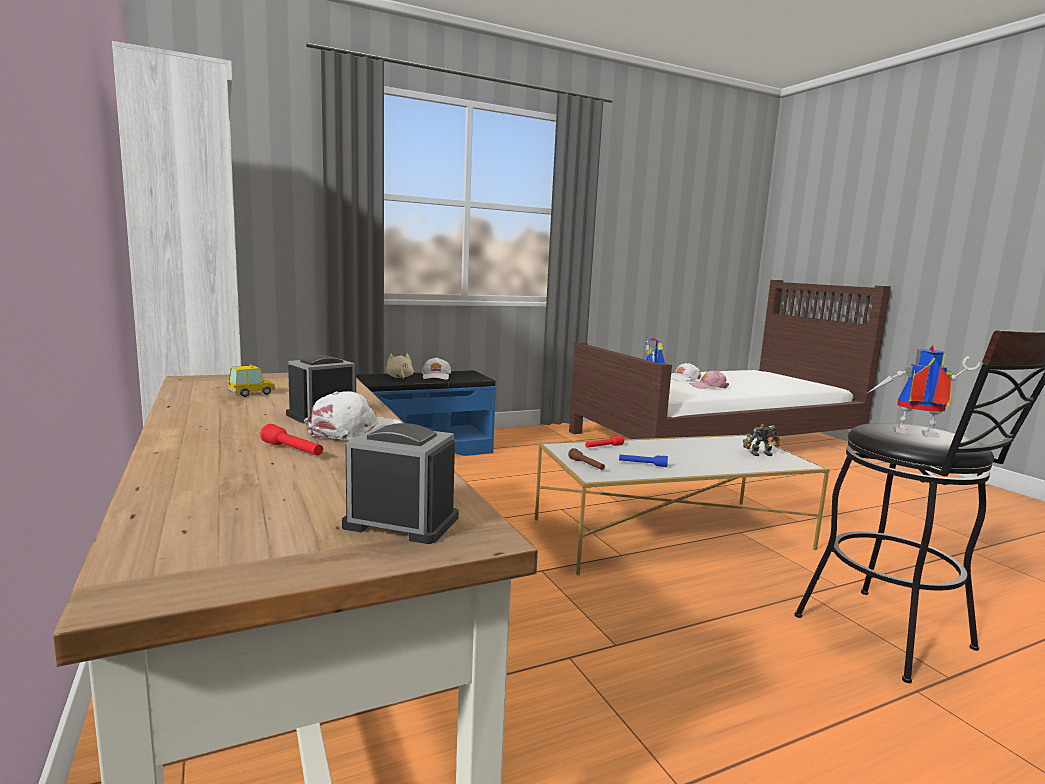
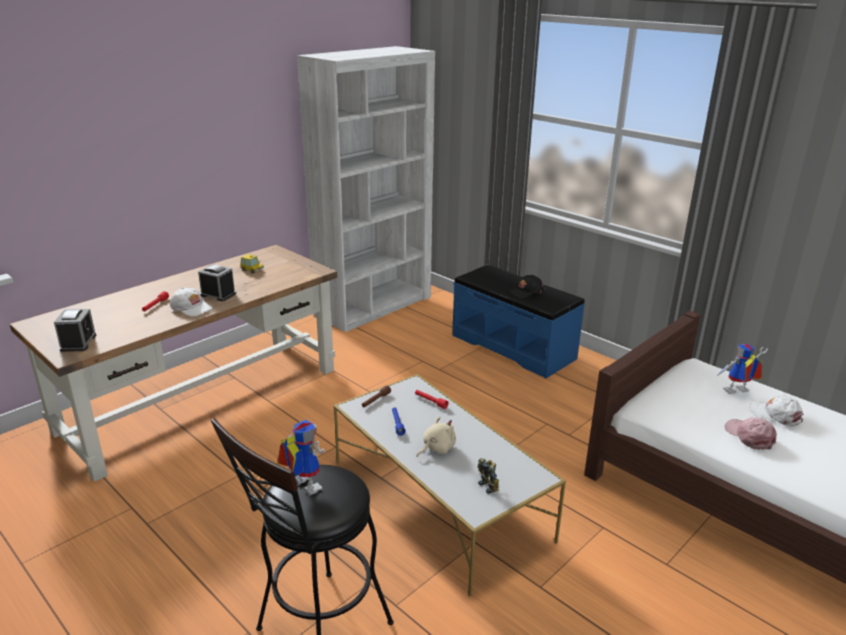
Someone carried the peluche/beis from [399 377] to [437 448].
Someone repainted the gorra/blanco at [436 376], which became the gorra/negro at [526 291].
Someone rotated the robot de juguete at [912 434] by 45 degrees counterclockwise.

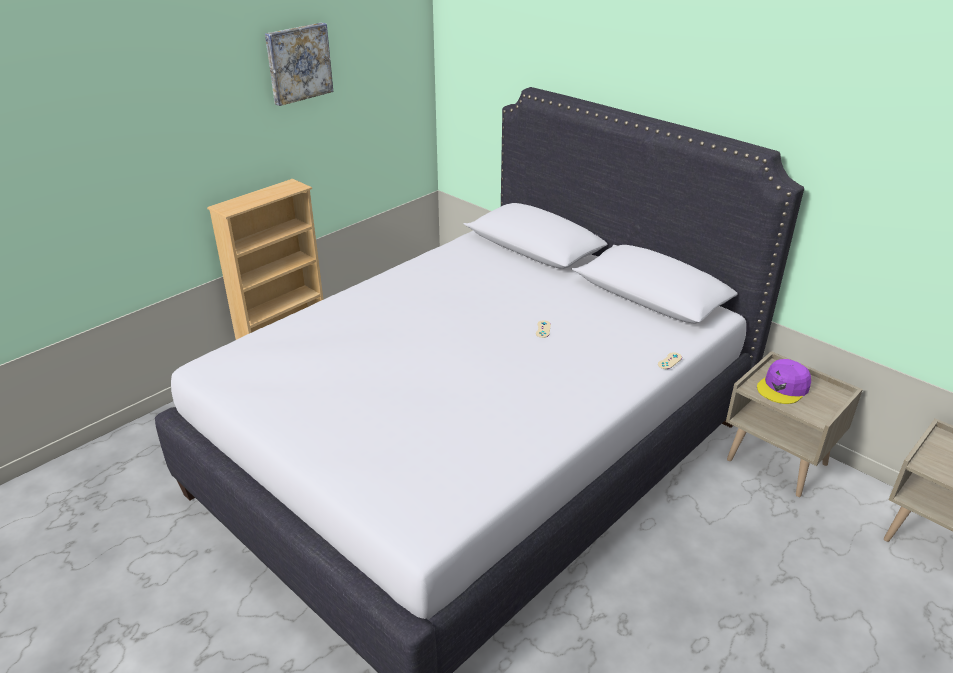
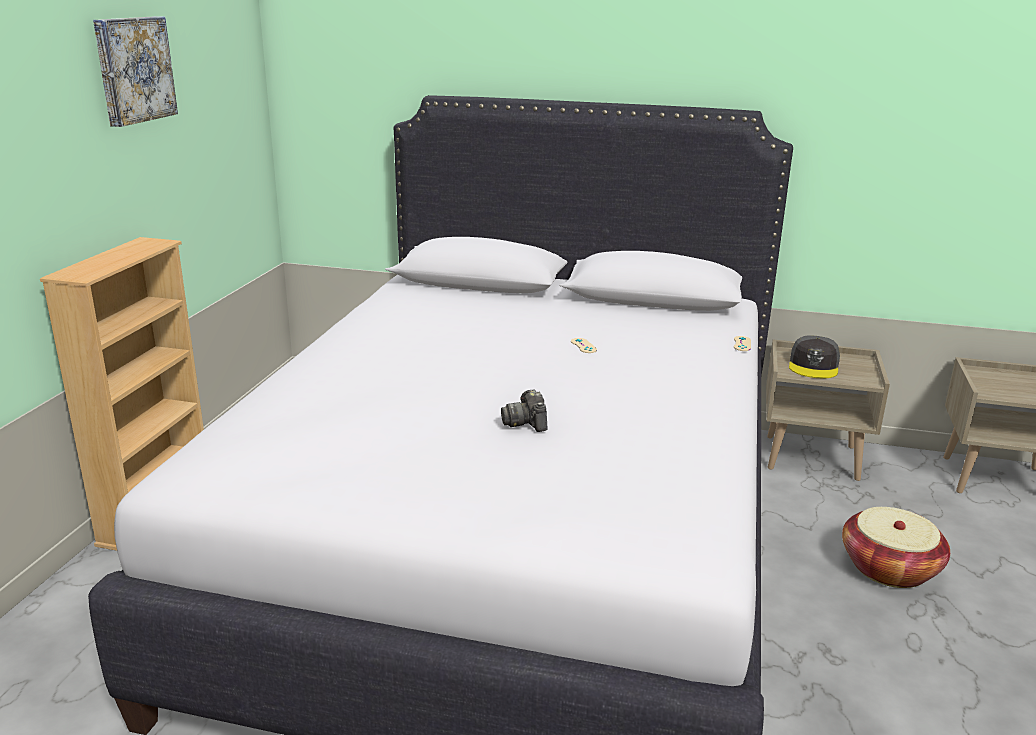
Someone put down the cámara at [526 423].
Someone put down the cesta at [889 568].
Someone repainted the gorra/morado at [783 388], which became the gorra/gris at [814 366].

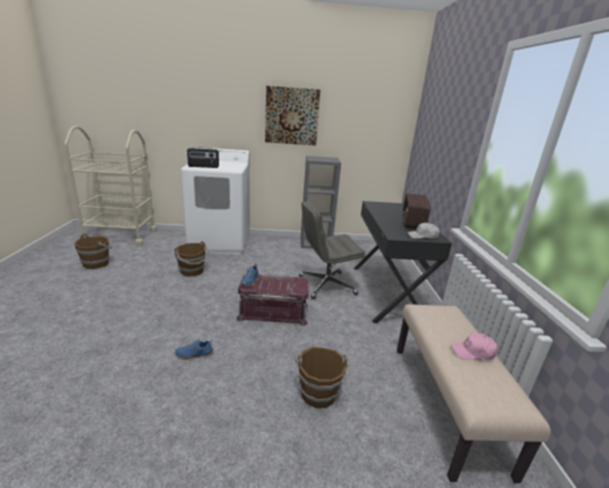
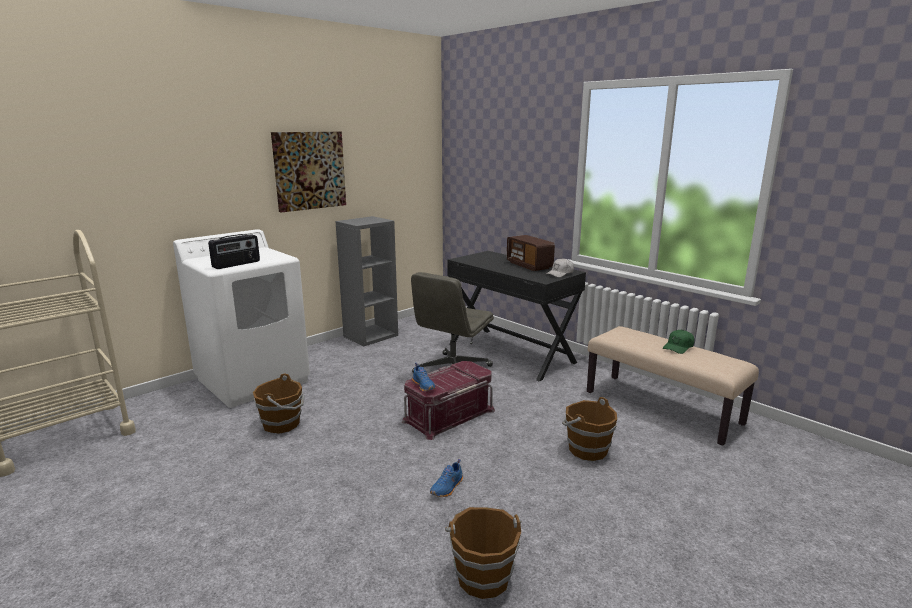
Someone carried the cubo/marrón from [97 263] to [482 575].
Someone repainted the gorra/rosa at [473 352], which became the gorra/verde at [678 347].

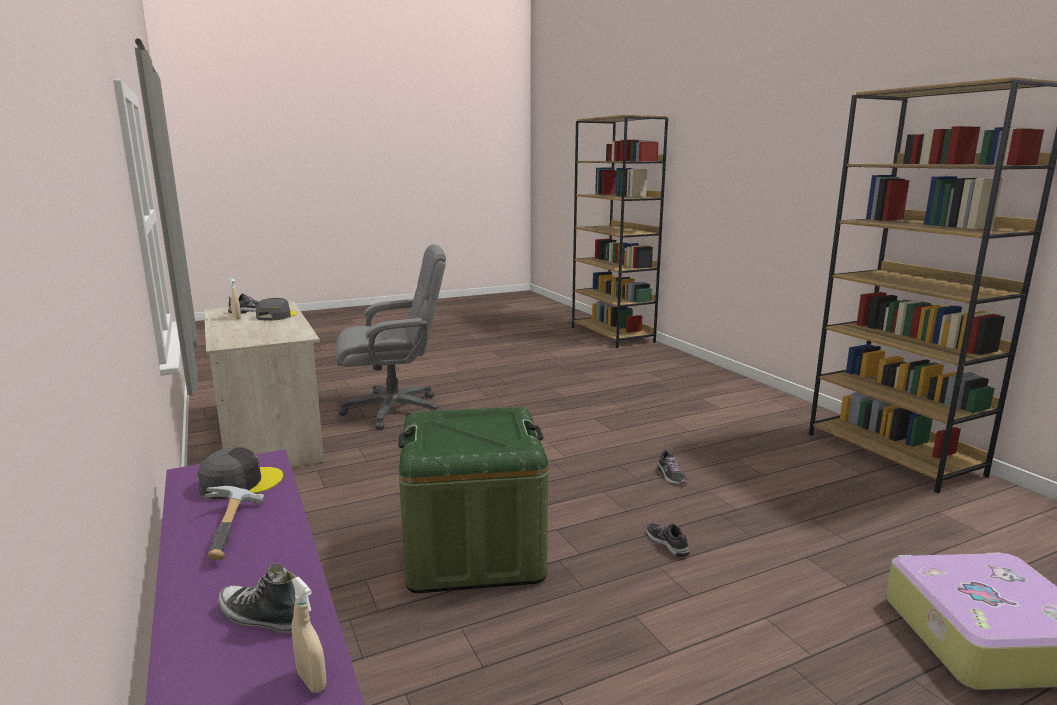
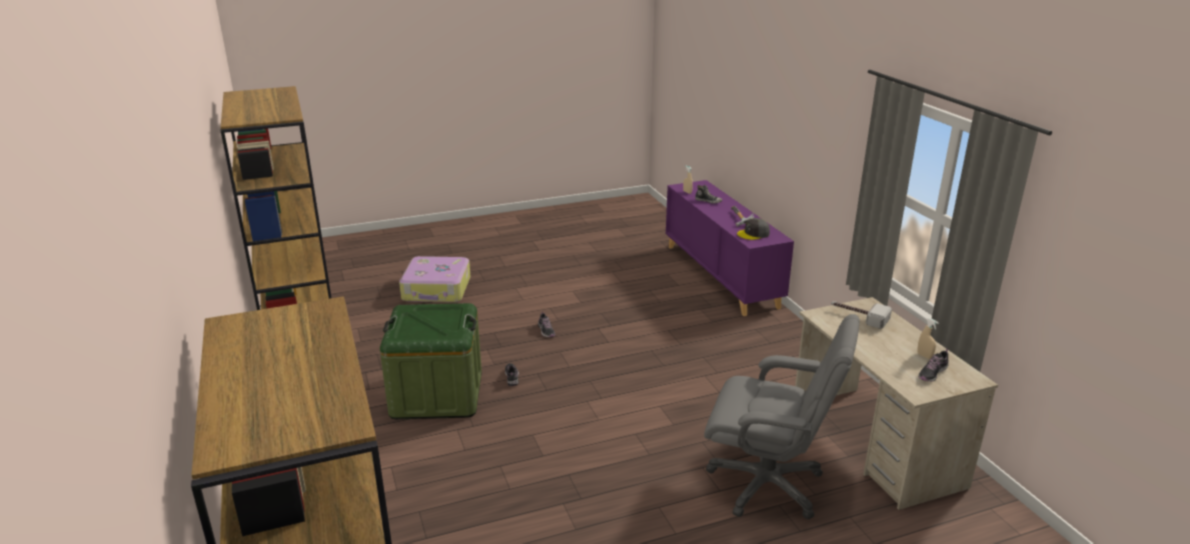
Someone took away the gorra/gris at [276 316].
Someone put down the martillo at [858 316].
Someone carried the caja de almacenaje/verde from [474 551] to [437 394].
Someone rotated the silla de oficina/gris at [394 410] by 150 degrees counterclockwise.

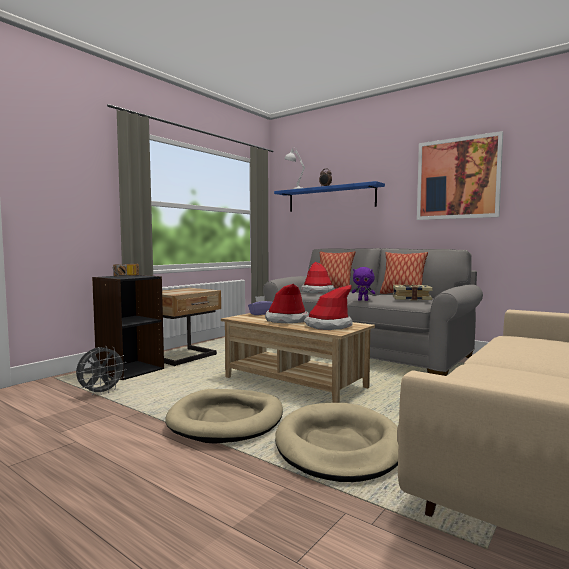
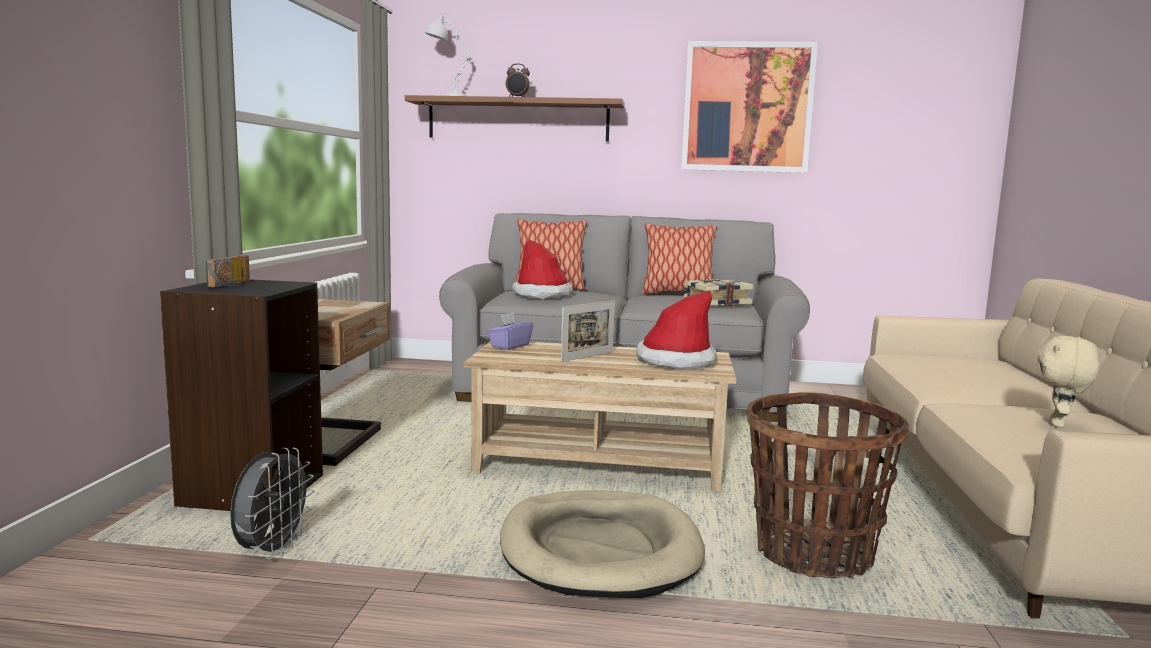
Someone took away the peluche/morado at [363 300].
Someone put down the peluche/beis at [1059 424].
Someone swapped the sombrero at [286 320] for the portarretratos at [587 356].
Someone swapped the cama para perro/beis at [338 446] for the cesta at [813 554].
Someone repainted the estante/azul at [330 198], which became the estante/marrón at [518 120].

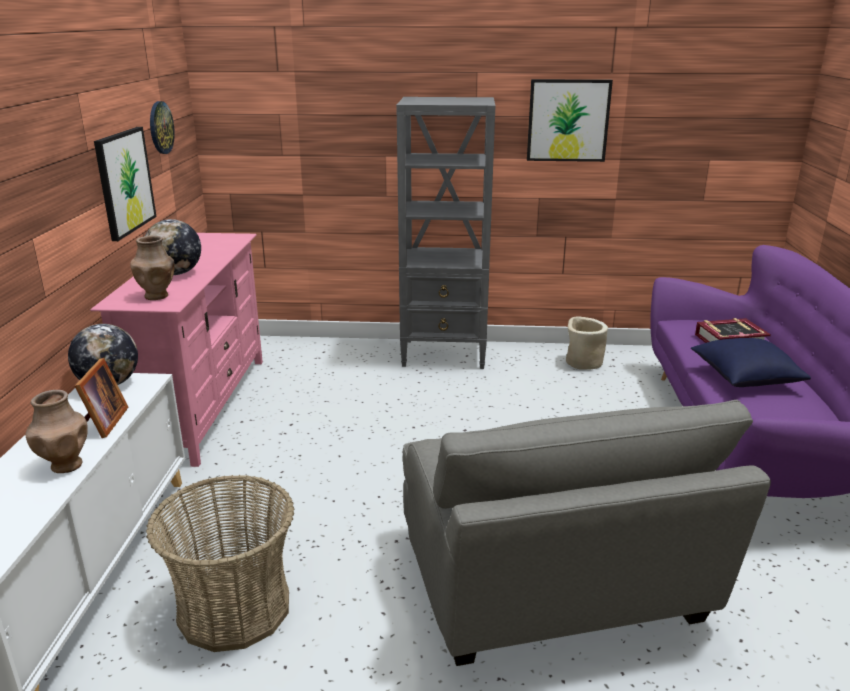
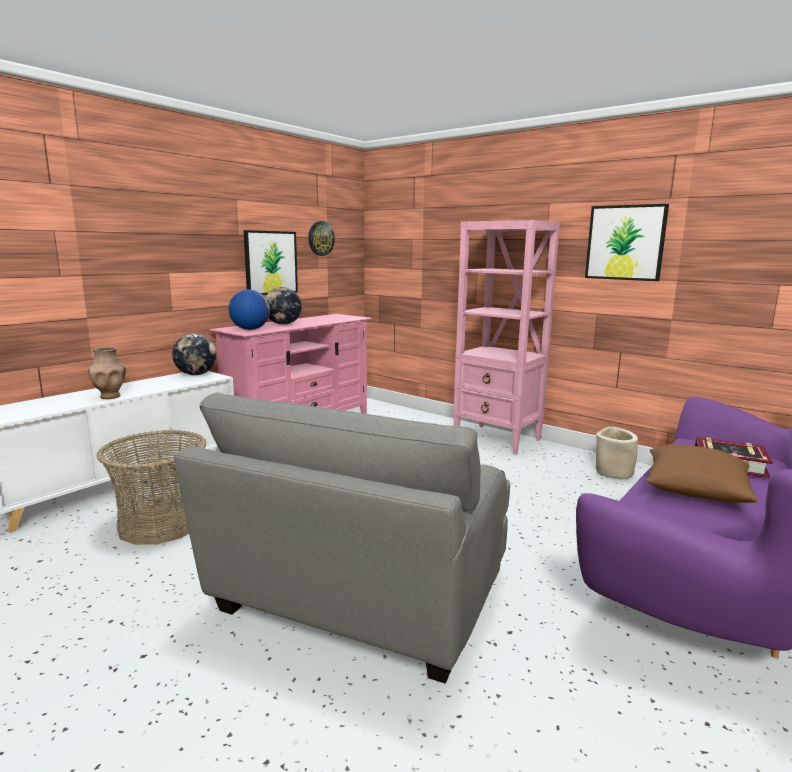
Someone took away the portarretratos at [101 424].
Someone swapped the florero/marrón at [157 296] for the globo terráqueo at [250 329].
Someone repainted the estantería/gris at [445 354], which became the estantería/rosa at [497 439].
Someone repainted the cojín/azul at [744 378], which became the cojín/marrón at [694 491].

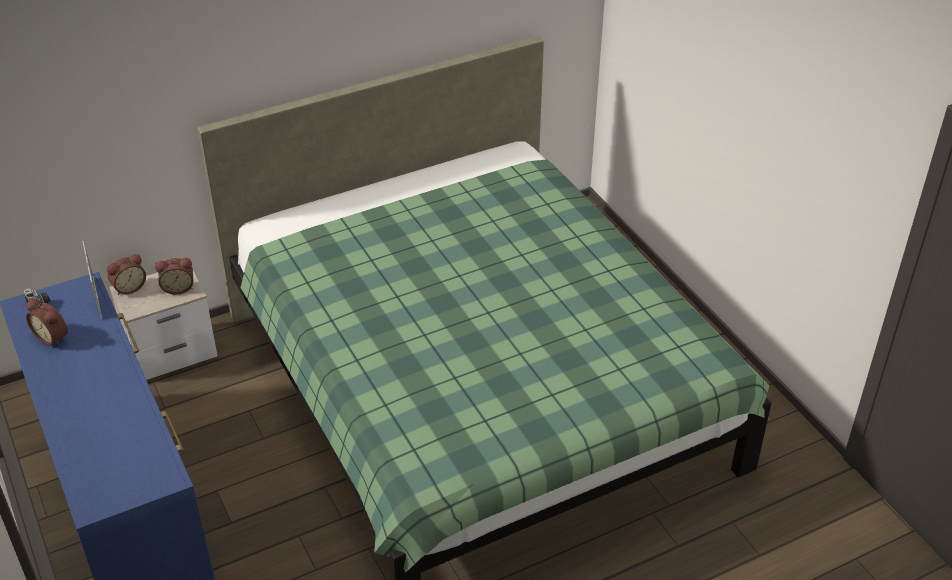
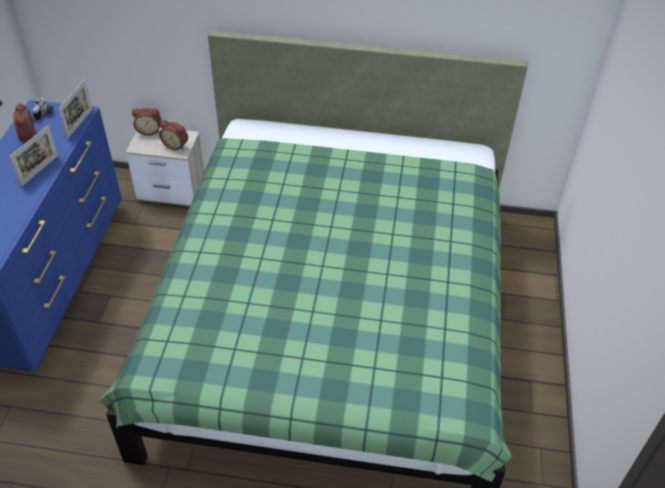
Someone put down the portarretratos at [40 170].

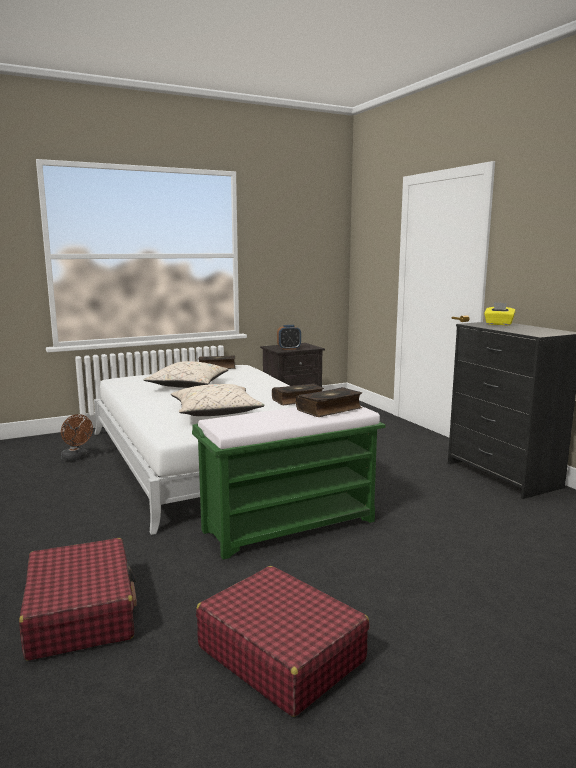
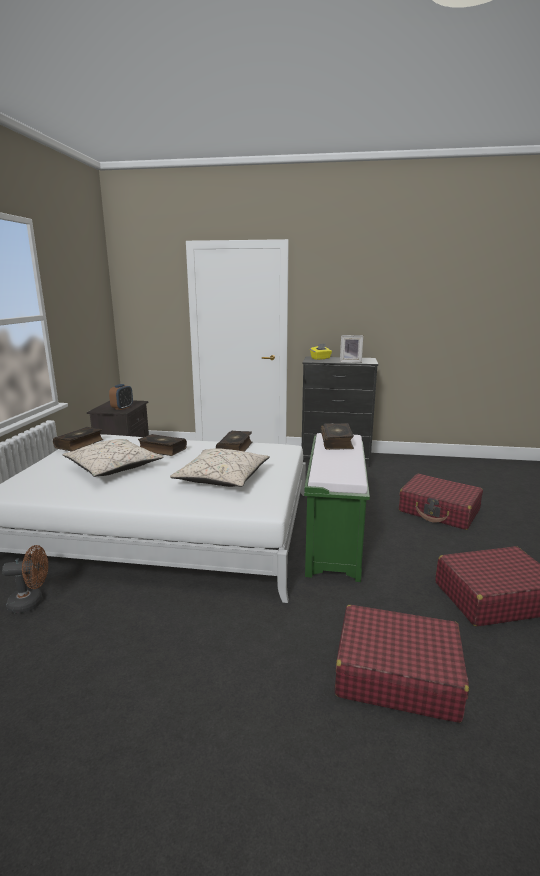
Someone put down the libro at [162 450].
Someone put down the portarretratos at [350 362].
Someone put down the maleta/rojo at [439 511].

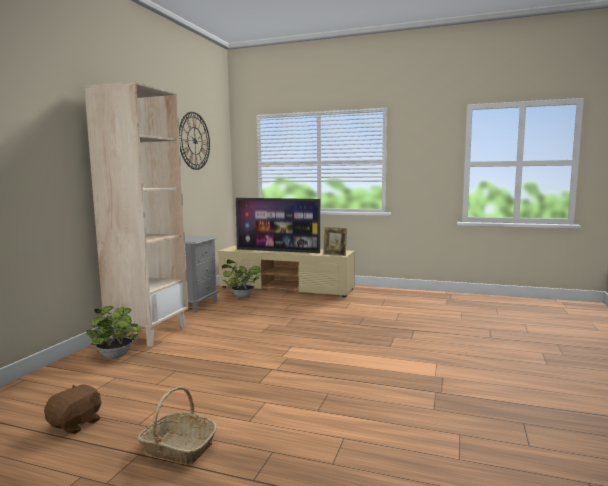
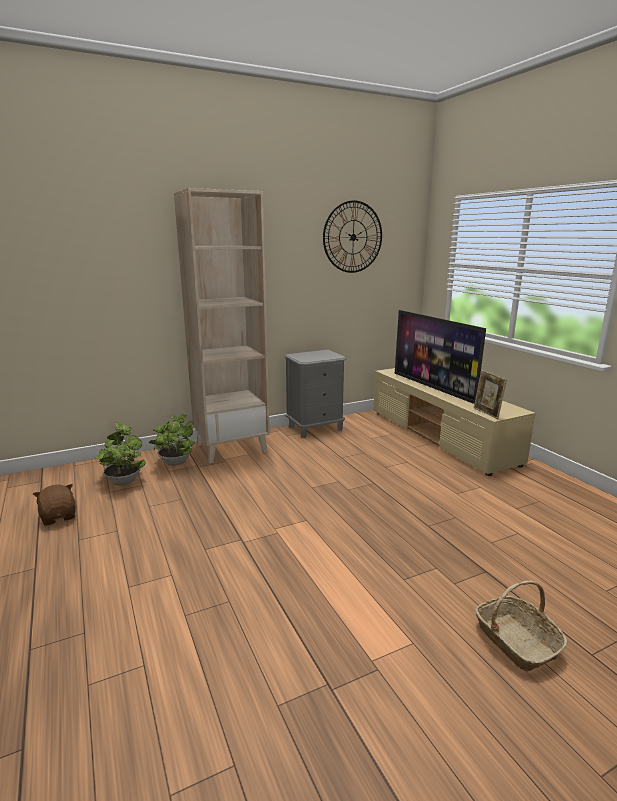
Someone carried the cesta from [178 448] to [515 641].
Someone carried the planta en maceta from [241 296] to [124 480].
Someone rotated the peluche/marrón at [76 424] by 105 degrees counterclockwise.

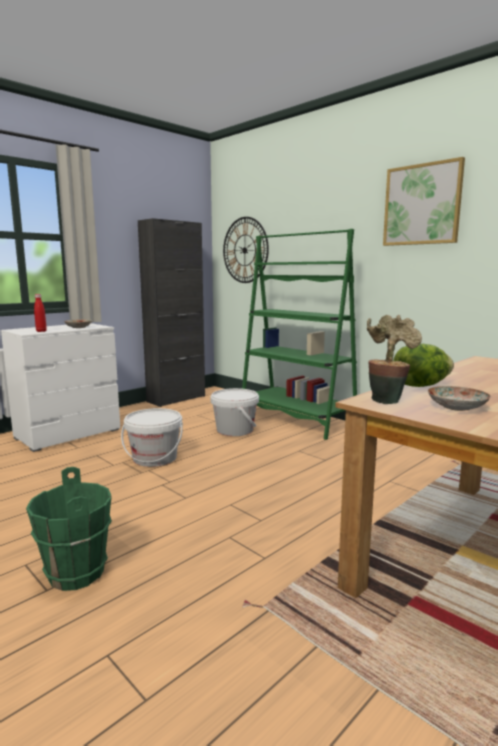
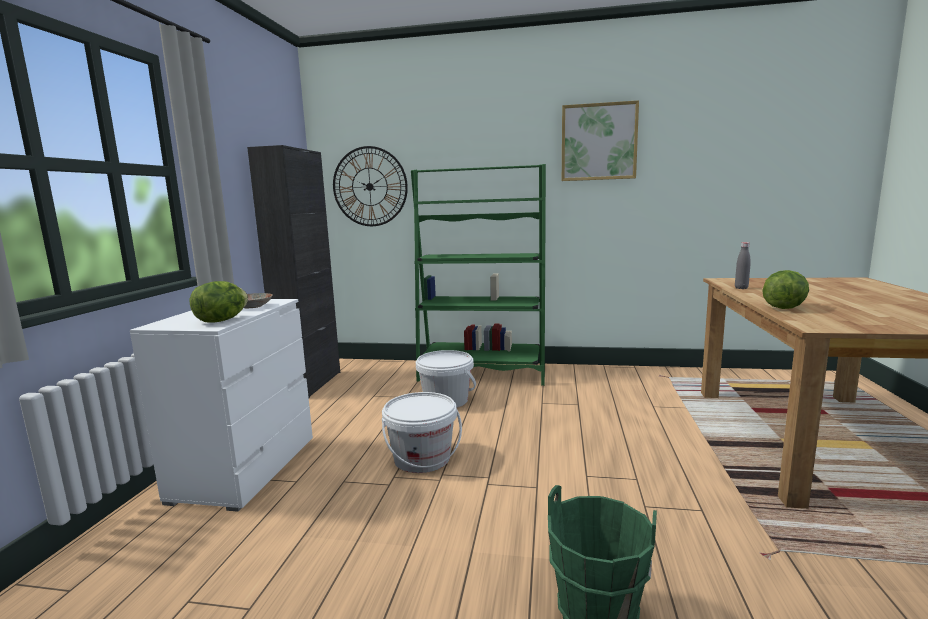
Someone took away the planta en maceta at [387 399].
Someone took away the plato at [457 407].
Someone put down the botella/gris at [741 288].
Someone swapped the botella/rojo at [41 331] for the lechuga at [222 320].

